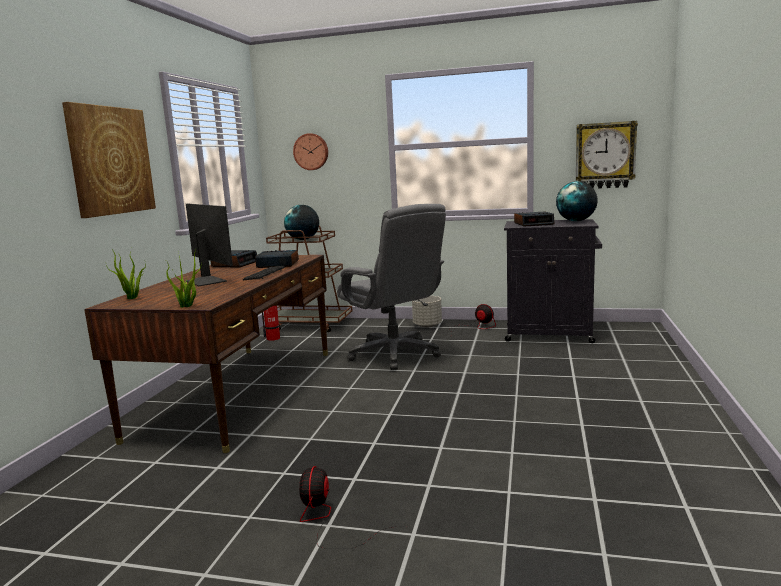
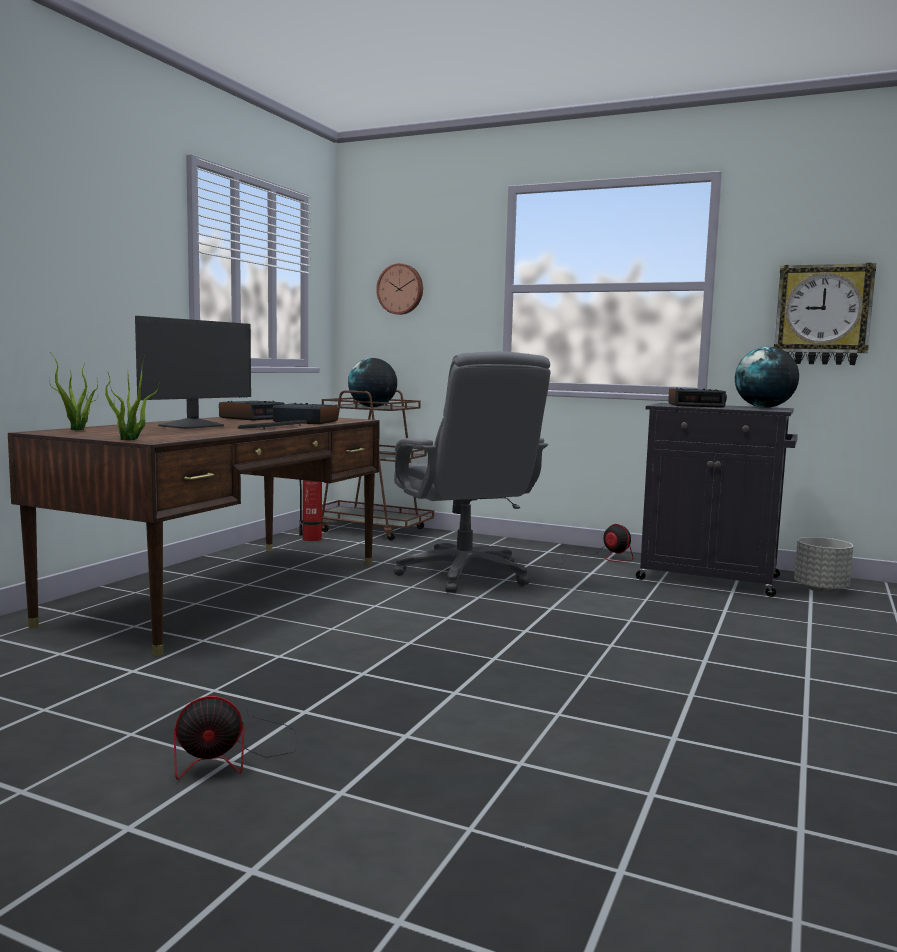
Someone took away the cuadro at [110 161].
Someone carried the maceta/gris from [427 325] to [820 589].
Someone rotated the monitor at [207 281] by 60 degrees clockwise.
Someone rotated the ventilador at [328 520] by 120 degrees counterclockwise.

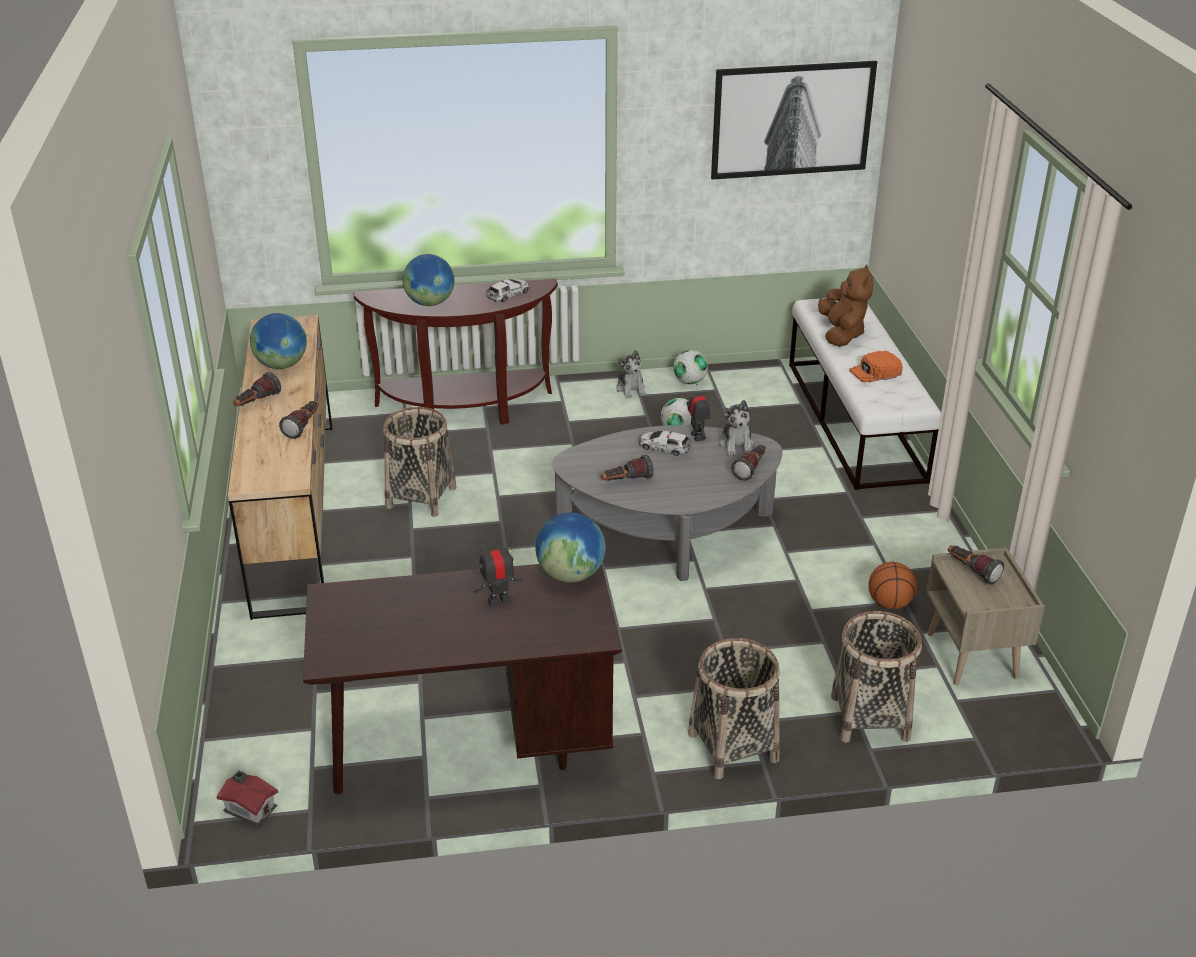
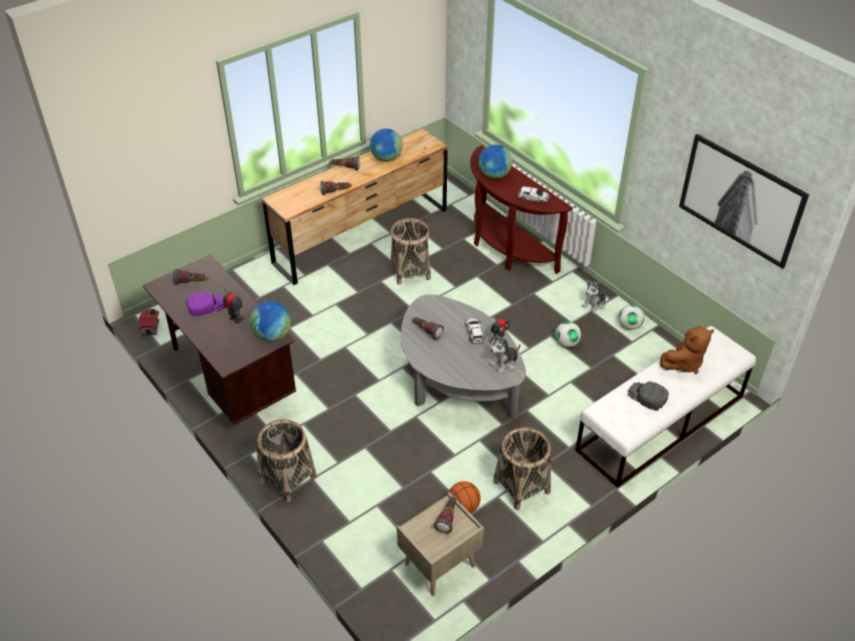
Someone put down the gorra/morado at [206 306].
Someone carried the linterna from [751 469] to [192 283].
Someone carried the cesta from [870 718] to [521 487].
Someone repainted the gorra/naranja at [875 372], which became the gorra/negro at [647 396].

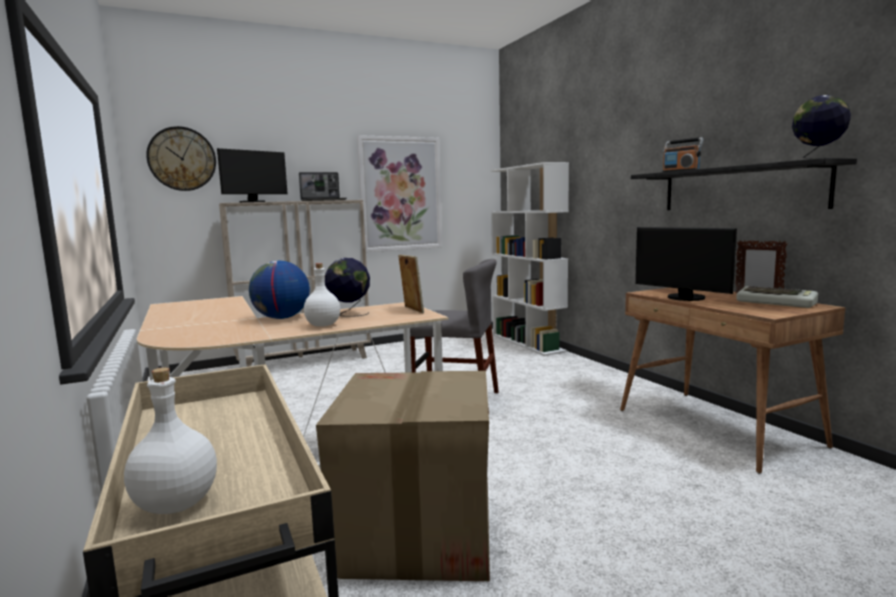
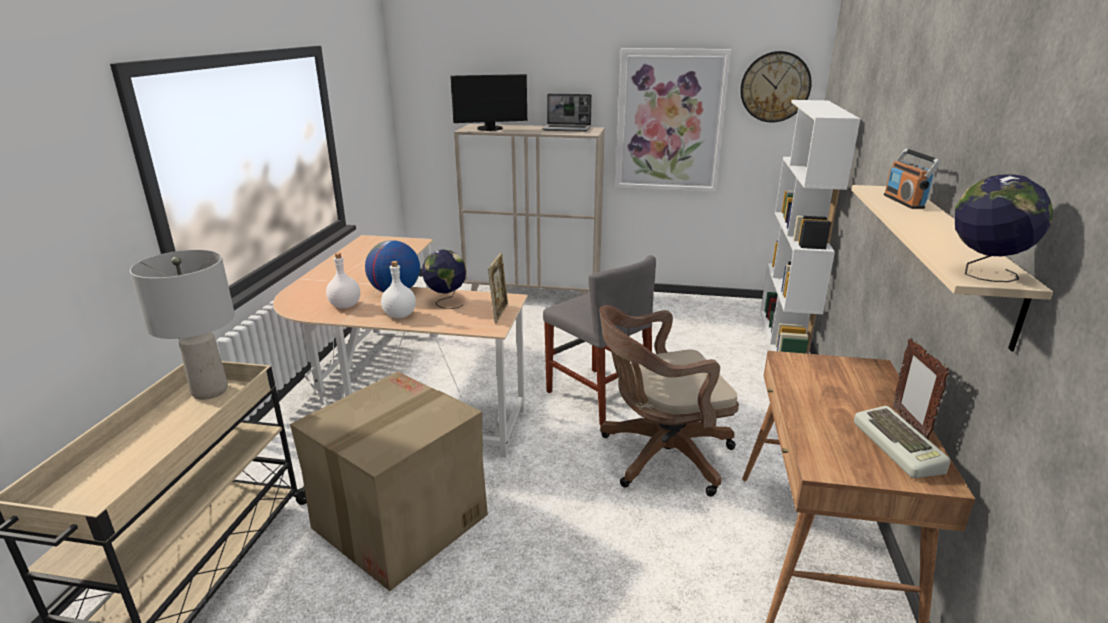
Someone took away the monitor at [684 298].
Someone put down the lámpara de mesa/gris at [210 391].
Someone put down the silla de oficina/marrón at [659 456].
Someone carried the botella/blanco from [177 505] to [345 306].
Someone carried the reloj de pared from [182 159] to [775 87].
Someone repainted the estante/negro at [739 189], which became the estante/beis at [957 257].

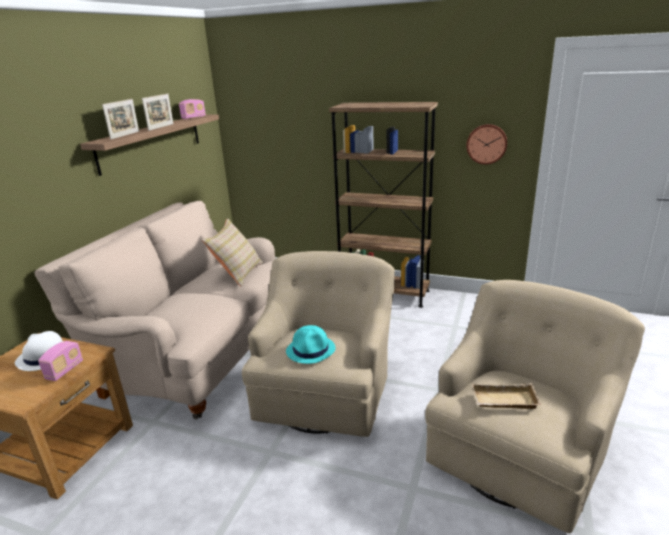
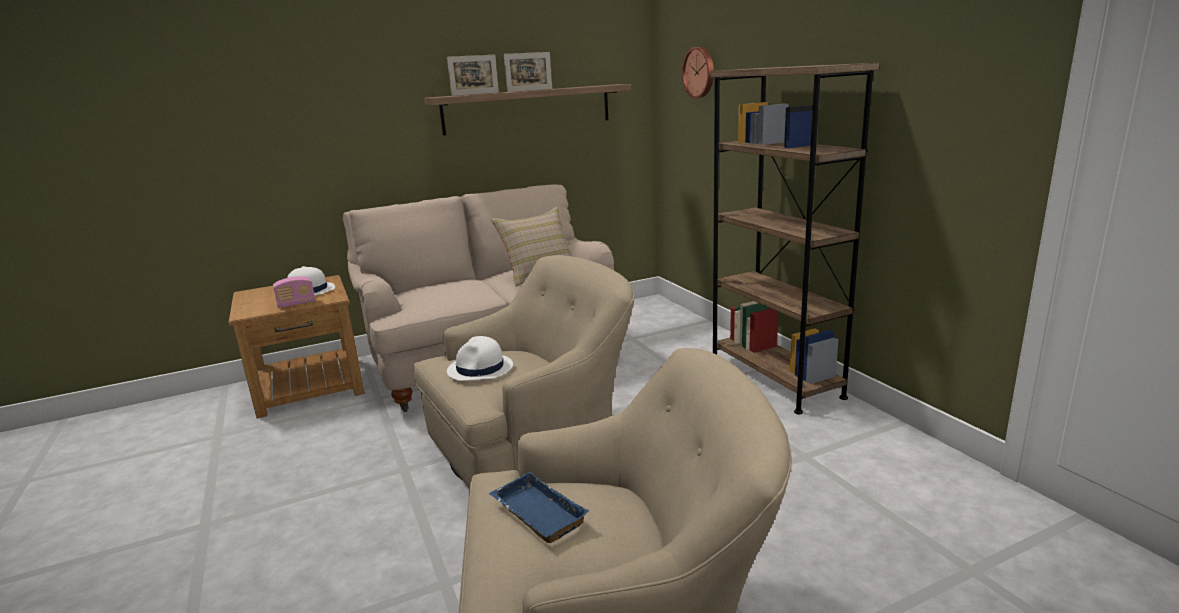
Someone took away the radio at [193 118].
Someone carried the reloj de pared from [486 144] to [700 72].
Someone repainted the sombrero/turquesa at [311 350], which became the sombrero/blanco at [480 369].
Someone repainted the bandeja/beis at [503 401], which became the bandeja/azul at [535 514].

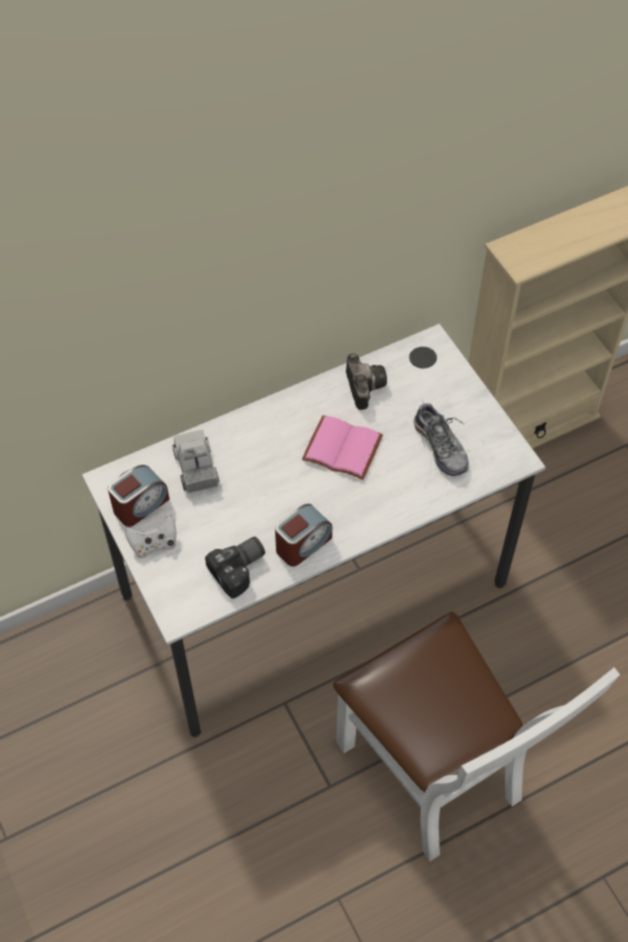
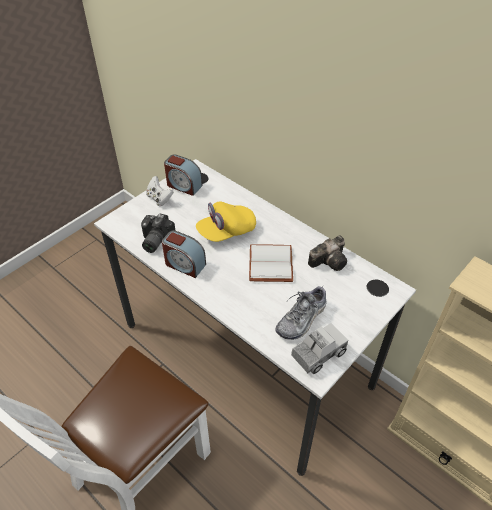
Someone put down the gorra/amarillo at [226 231].
Someone carried the camión de juguete from [196 468] to [318 354].
Someone repainted the libro/rosa at [344 447], which became the libro/blanco at [272 264].
Someone rotated the cámara at [240 570] by 75 degrees clockwise.

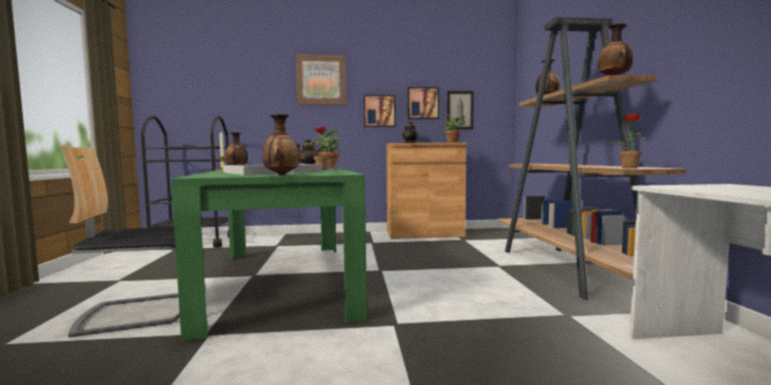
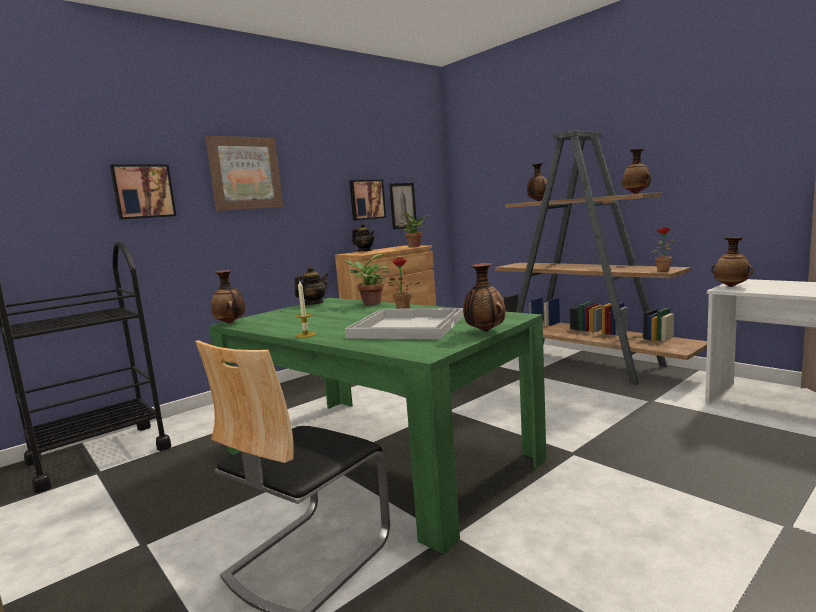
Someone put down the florero at [731 286].
Someone carried the cuadro from [379 111] to [143 191].

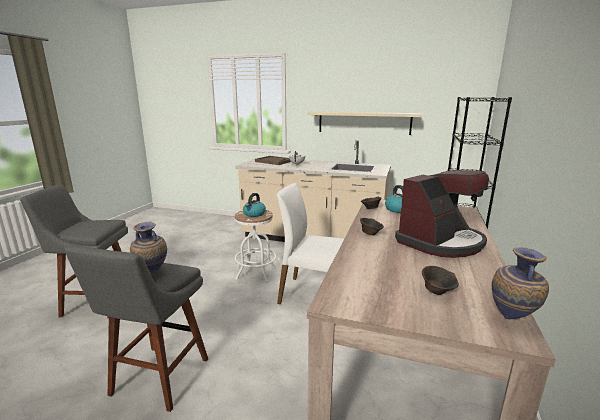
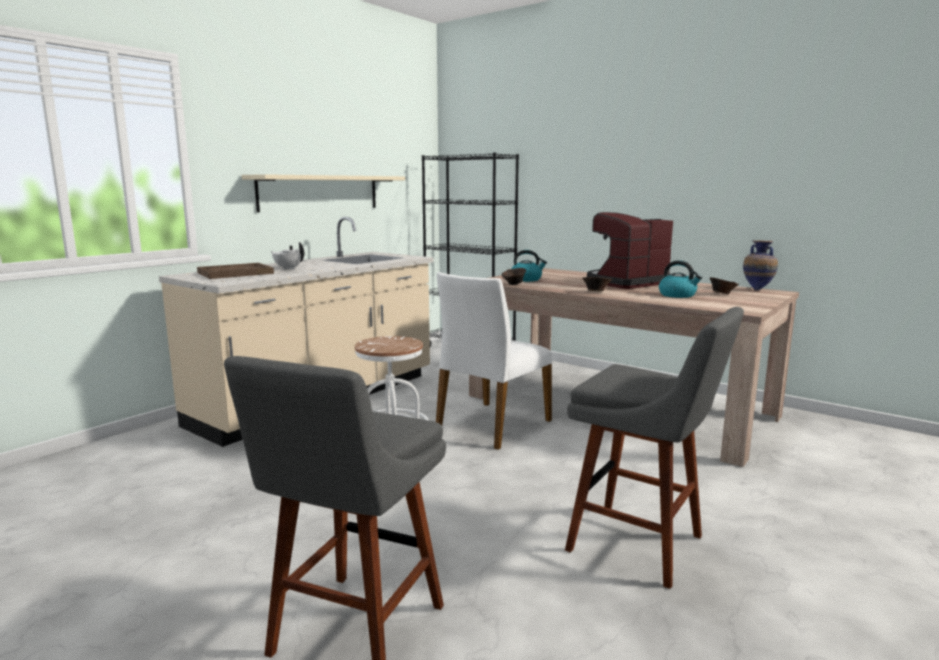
Someone took away the florero at [151 273].
Someone carried the hervidor from [254 214] to [678 295].
Someone rotated the cafetera at [440 242] by 105 degrees counterclockwise.

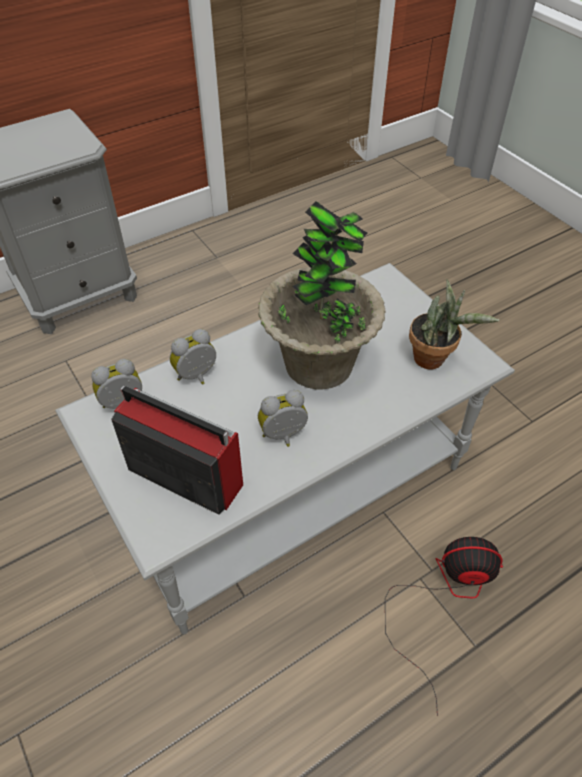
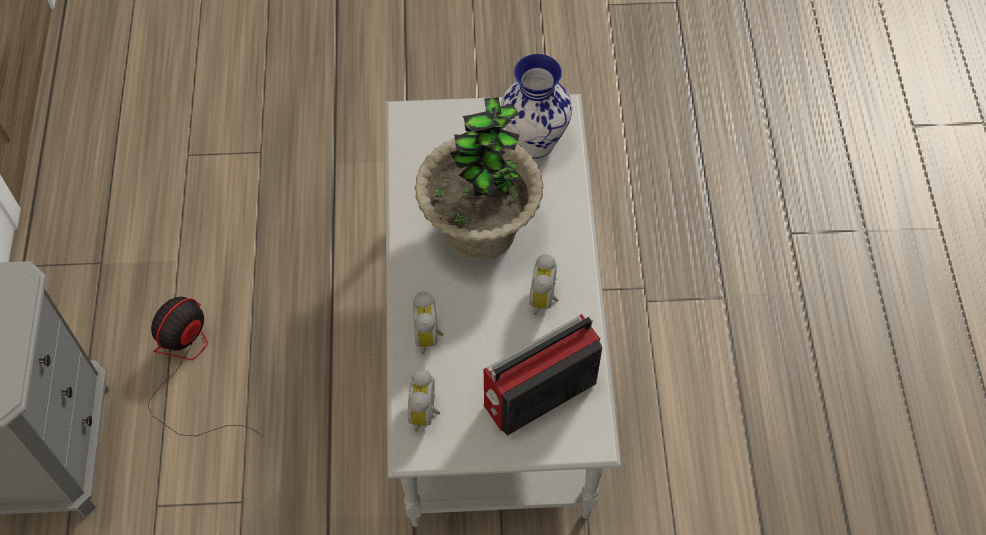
Someone carried the ventilador from [444 597] to [189 368].
Someone swapped the planta en maceta at [433 359] for the florero at [533 142].

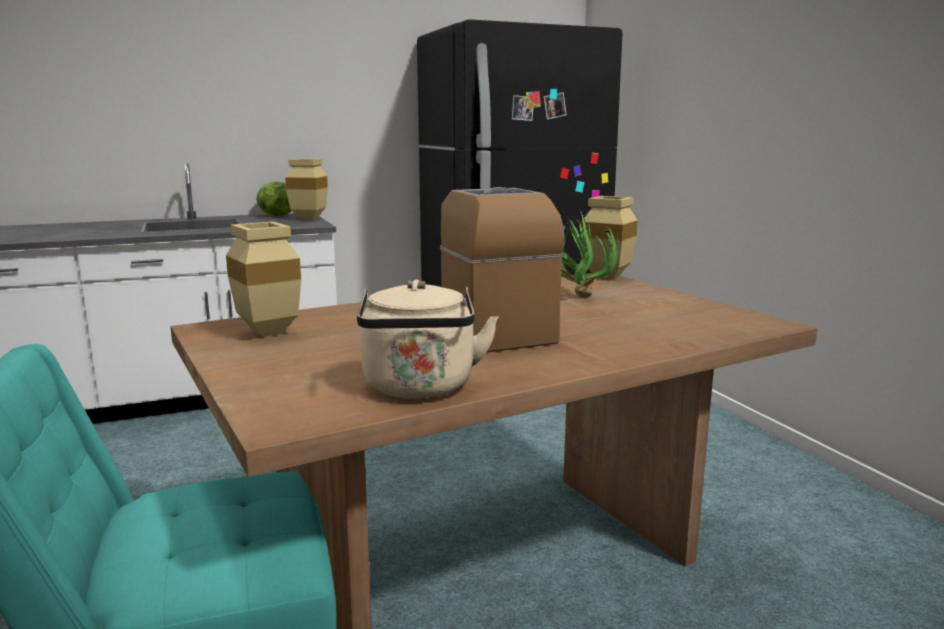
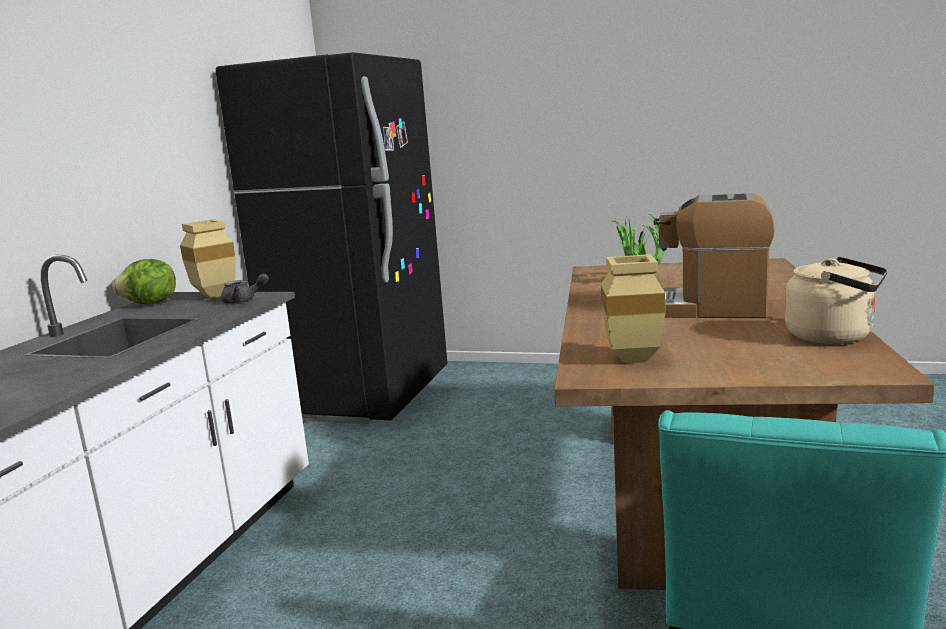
Someone took away the florero/beis at [610 277].
Someone put down the tetera/gris at [243 301].

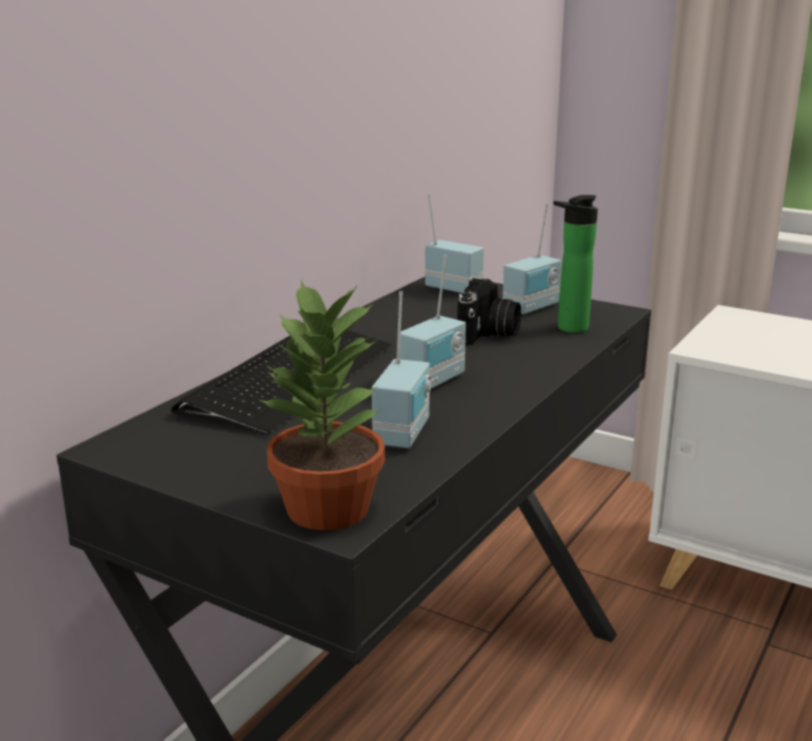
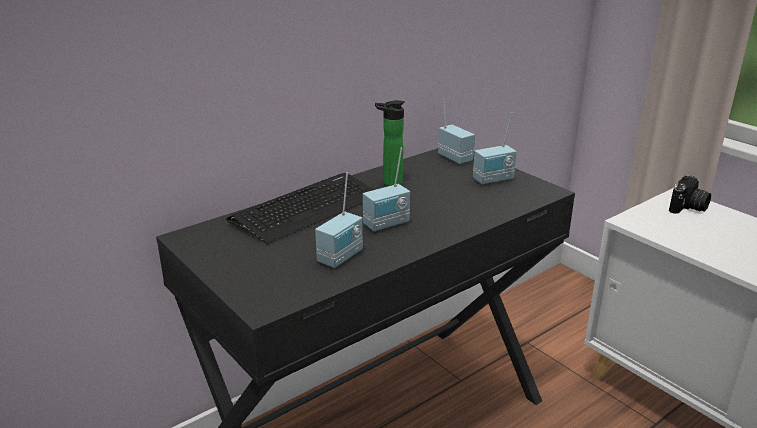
Someone took away the planta en maceta at [328 510].
Someone carried the cámara from [488 334] to [688 208].
Someone carried the botella from [569 329] to [389 183].

